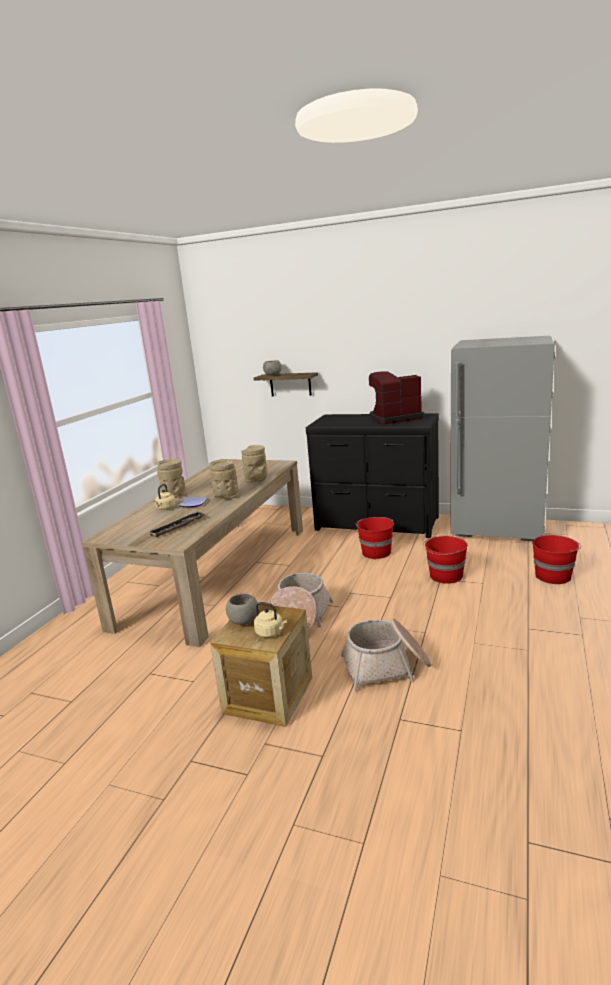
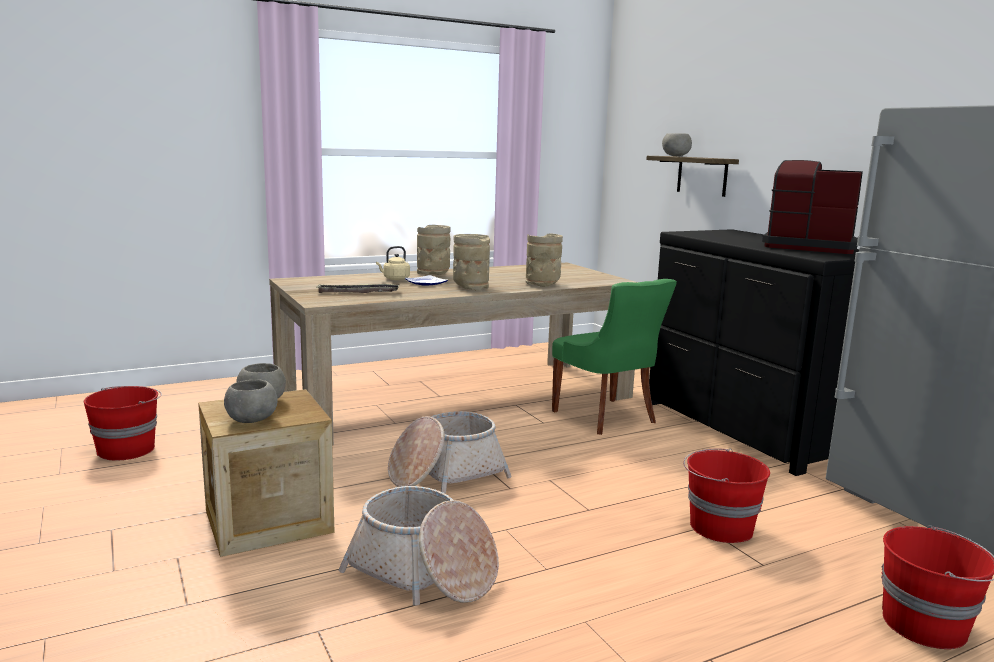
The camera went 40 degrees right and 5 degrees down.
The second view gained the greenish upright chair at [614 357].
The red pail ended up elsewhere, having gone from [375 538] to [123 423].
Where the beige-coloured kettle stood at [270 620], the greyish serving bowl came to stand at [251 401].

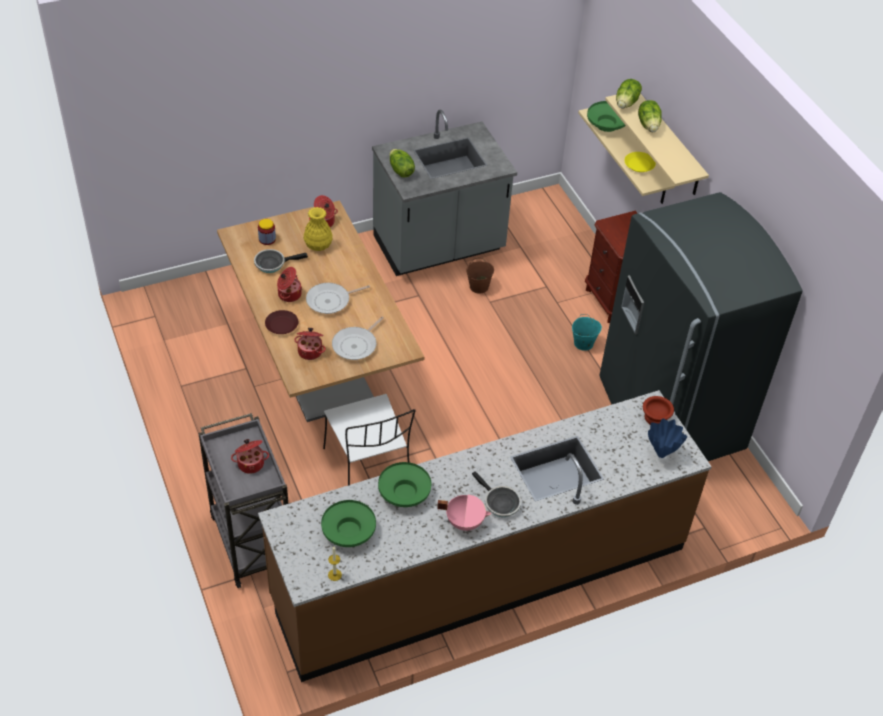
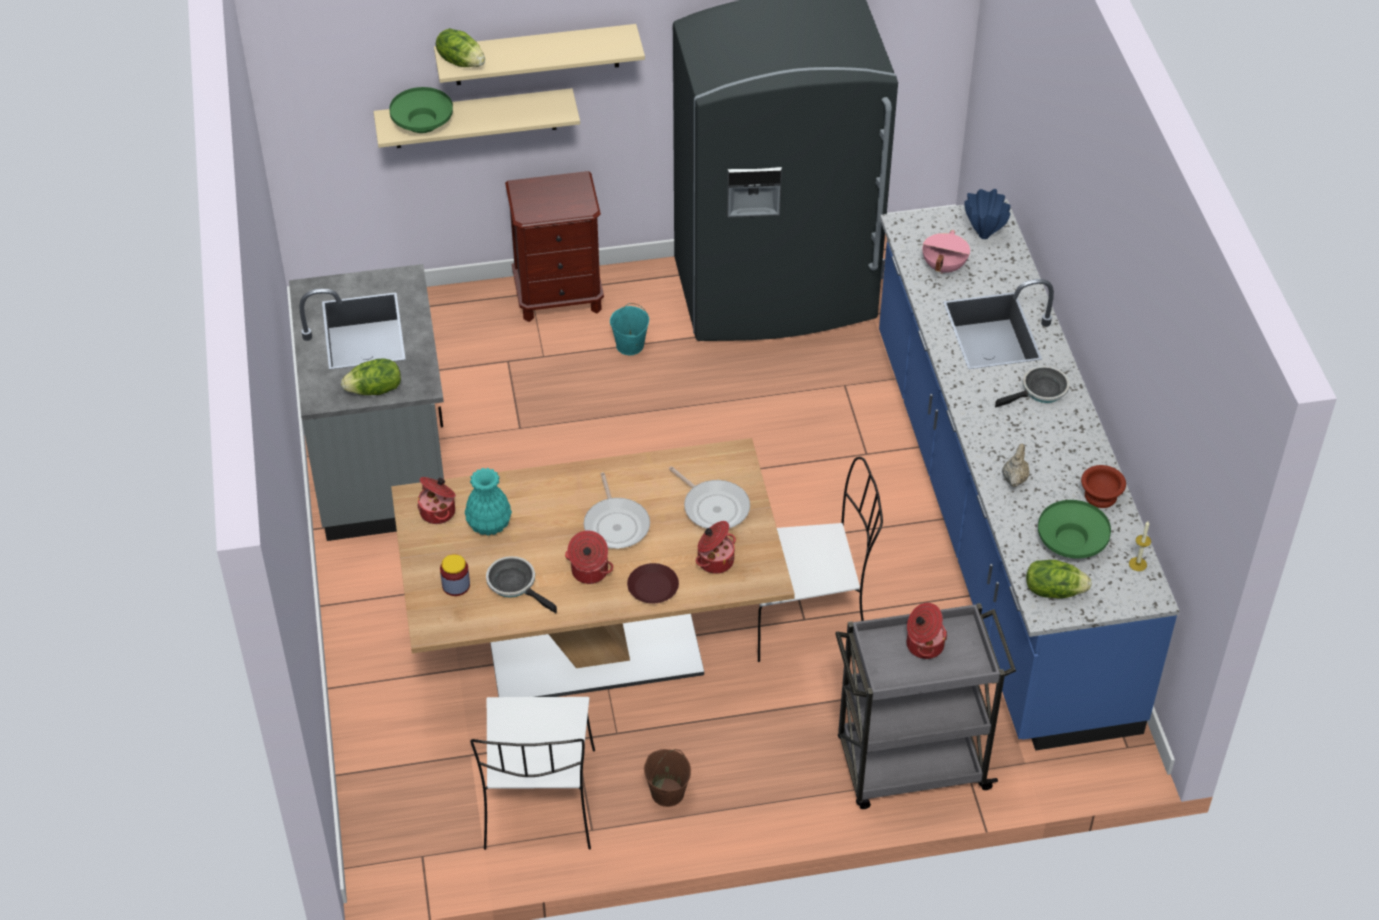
The camera went 75 degrees left and 0 degrees up.
The second view lost the yellowish flat dish at [640 162].
The second view gained the whitish upright chair at [532 773].
The pink saucepot ended up elsewhere, having gone from [464 512] to [946 252].
The brown-coloured pail ended up elsewhere, having gone from [480 276] to [667 778].
The head of lettuce ended up elsewhere, having gone from [650 116] to [1059 579].
The brown-coloured serving bowl ended up elsewhere, having gone from [658 410] to [1103 486].
Where the greenish serving bowl stood at [404 484], the beige-coloured teapot came to stand at [1015 465].
What was the brown-coloured kitchen counter at [485 536] turned into the bluish kitchen counter at [1029 475].
What was the yellowish vase at [318 229] turned into the turquoise vase at [488 502].
The frying pan at [281 261] ended up facing another way, 135 degrees clockwise from before.

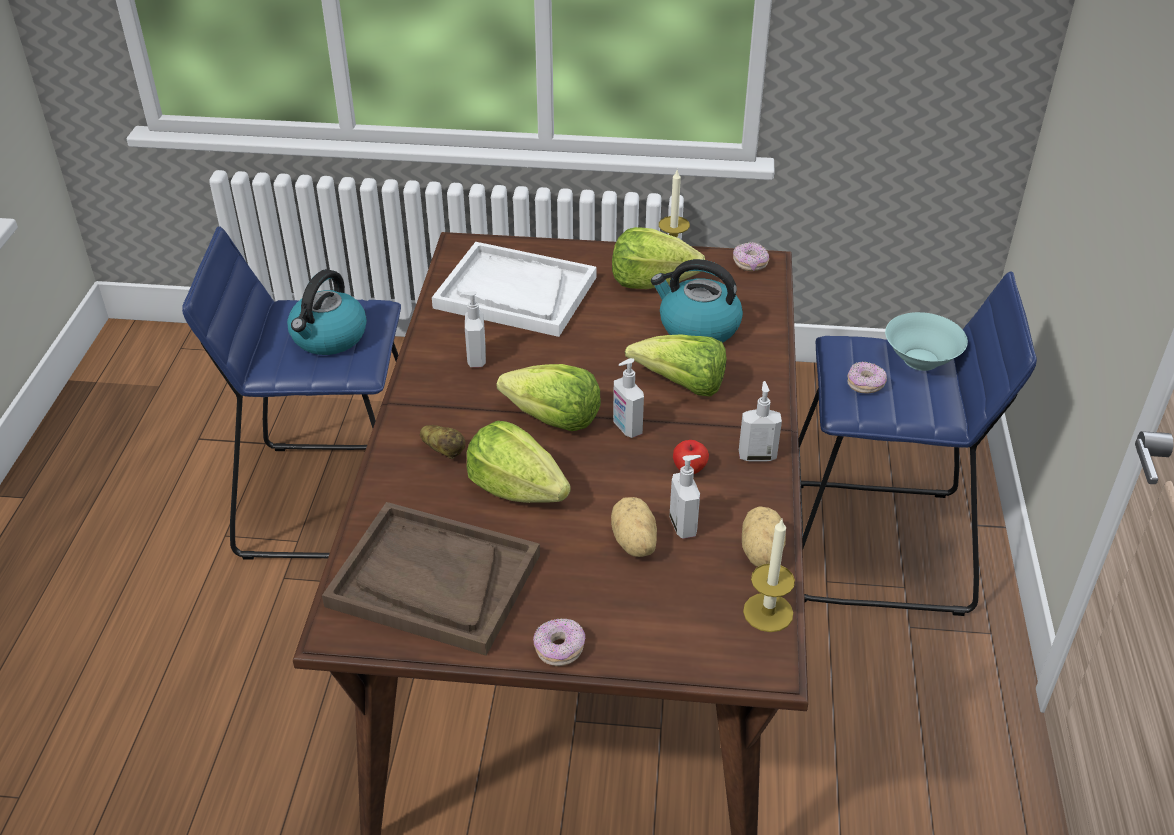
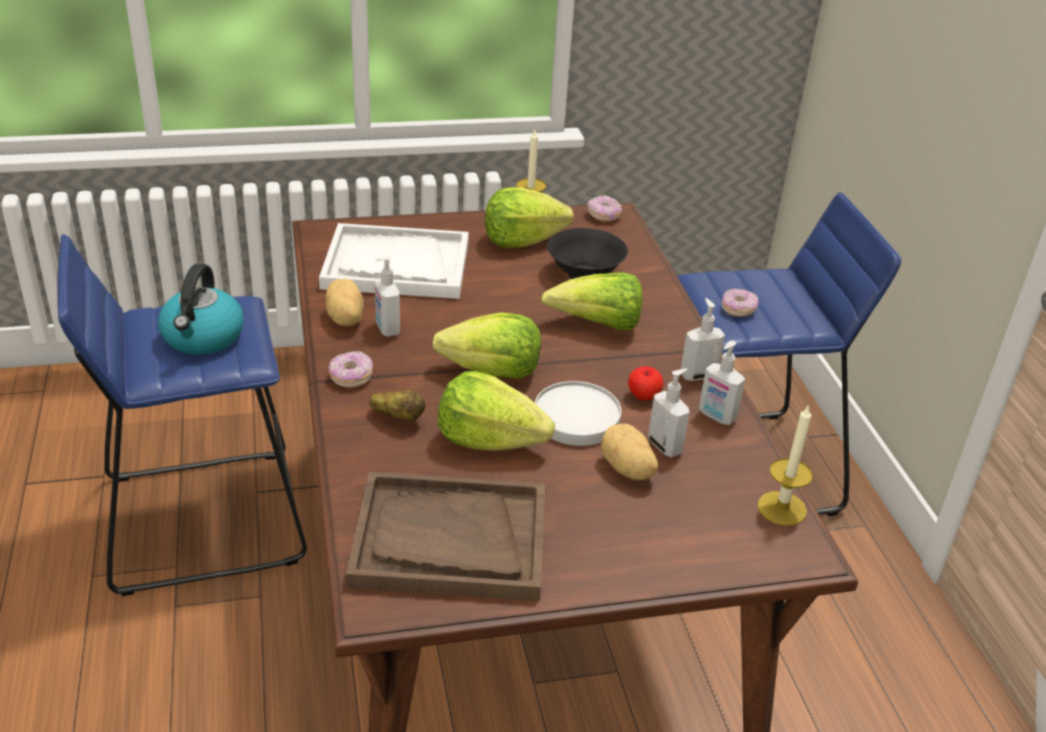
The camera went 20 degrees left and 5 degrees down.
The second view lost the turquoise serving bowl at [926 341].
The second view gained the whitish flat dish at [578 413].
The doughnut ended up elsewhere, having gone from [559 642] to [351 369].
The soap bottle ended up elsewhere, having gone from [628 398] to [722 383].
The whole potato ended up elsewhere, having gone from [764 536] to [344 302].
Where the kettle stood at [697 301], the black-coloured serving bowl came to stand at [587 253].

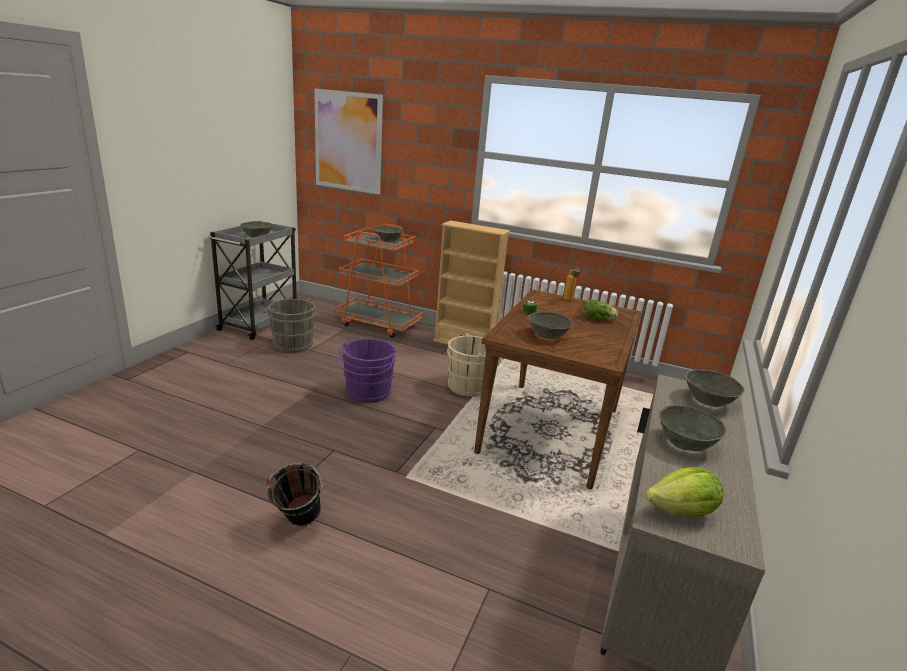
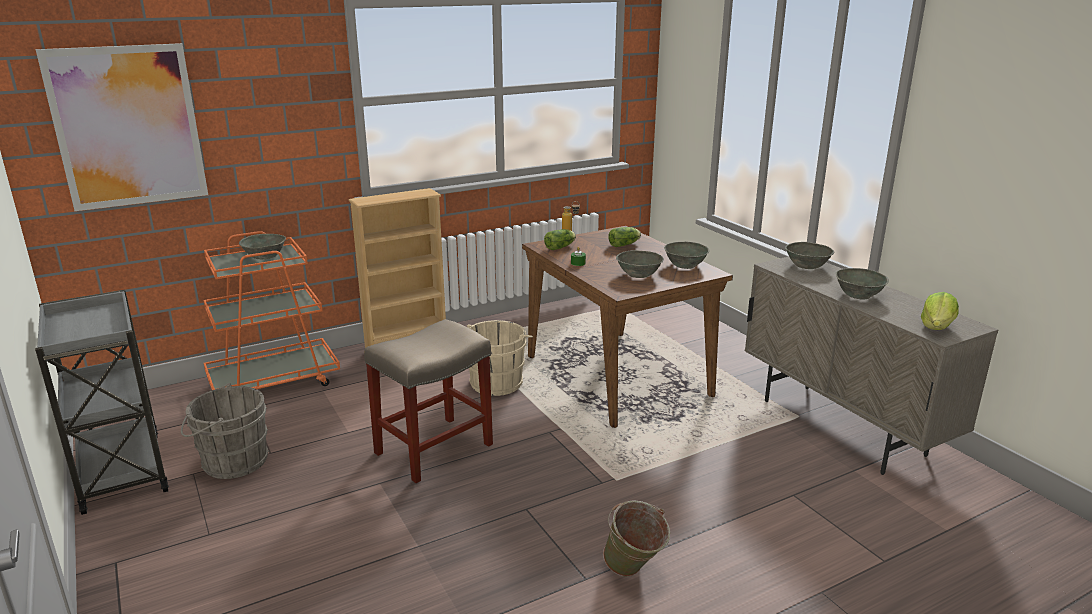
The camera went 50 degrees left and 0 degrees up.
The second view gained the head of lettuce at [560 239].
The greyish serving bowl ended up elsewhere, having gone from [256 229] to [686 255].
Where the purple-coloured pail stood at [367 370], the beige-coloured stool came to stand at [428 401].
What was the black-coloured pail at [295 494] turned into the greenish pail at [636 538].

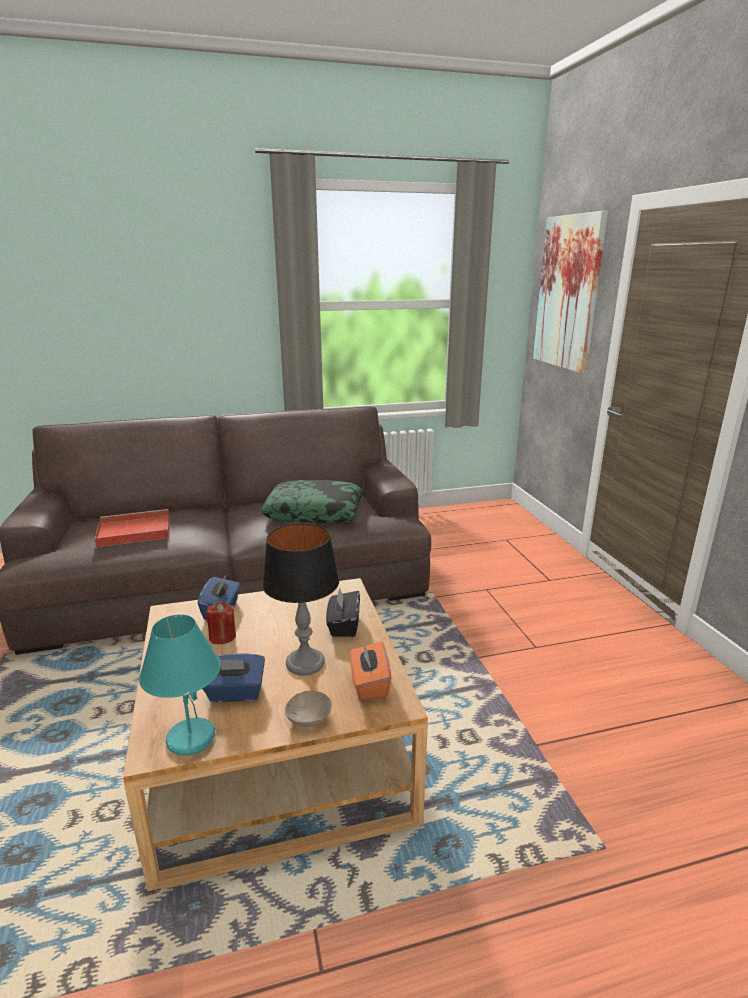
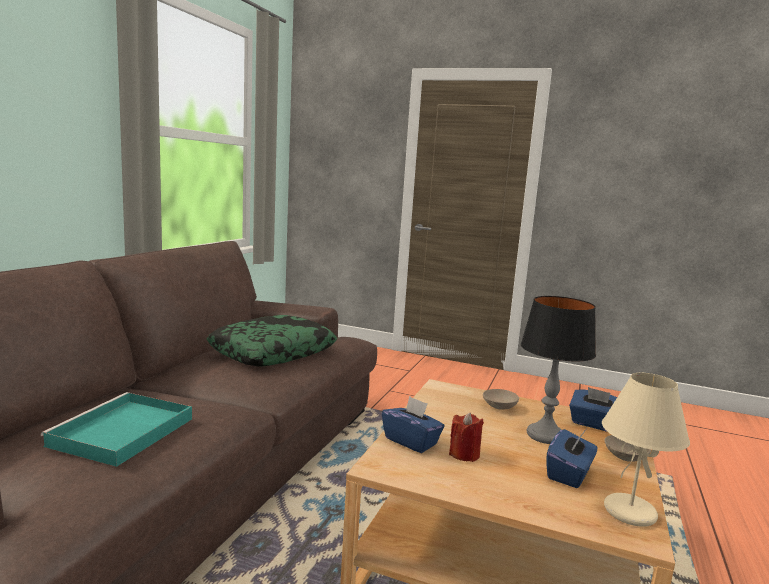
The camera went 55 degrees left and 10 degrees down.
The second view lost the picture at [570 291].
Where the black-coloured box of tissues stood at [343 612], the beige-coloured serving bowl came to stand at [501 399].
What was the red serving tray at [131 528] turned into the turquoise serving tray at [116 429].
What was the turquoise lamp for a table at [180 685] turned into the beige-coloured lamp for a table at [646 450].
What was the orange box of tissues at [370 670] turned into the bluish box of tissues at [593 409].

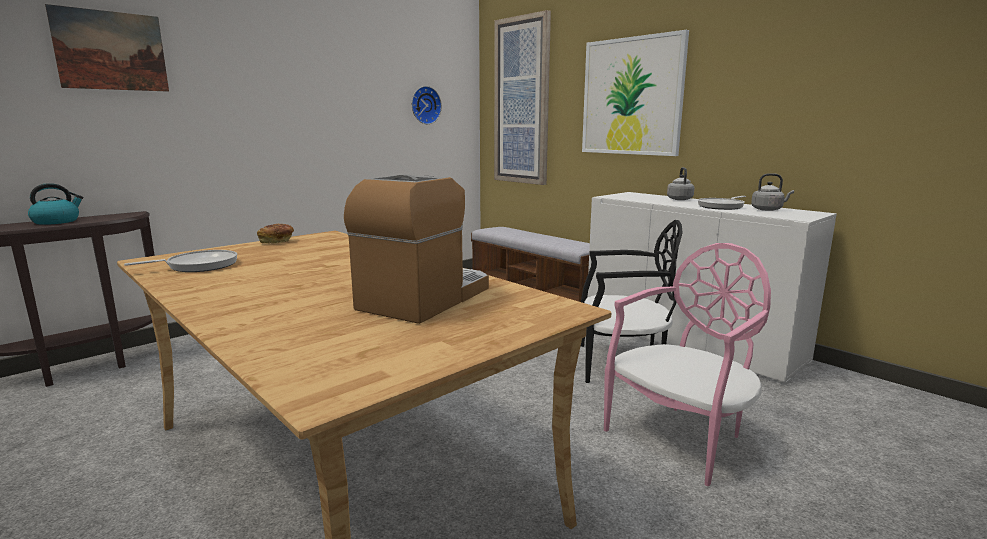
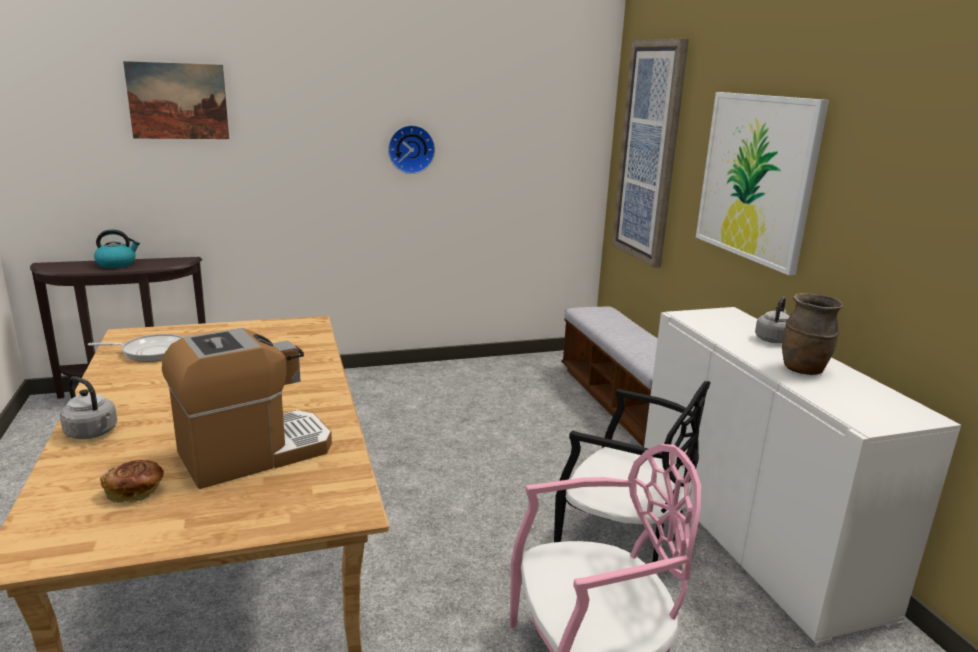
The camera went 25 degrees right and 5 degrees up.
The bread ended up elsewhere, having gone from [275 234] to [132 482].
The wall clock ended up elsewhere, having gone from [427 105] to [411 149].
The greyish kettle ended up elsewhere, having gone from [772 192] to [88 407].
Where the frying pan stood at [722 203], the brown-coloured vase came to stand at [812 334].

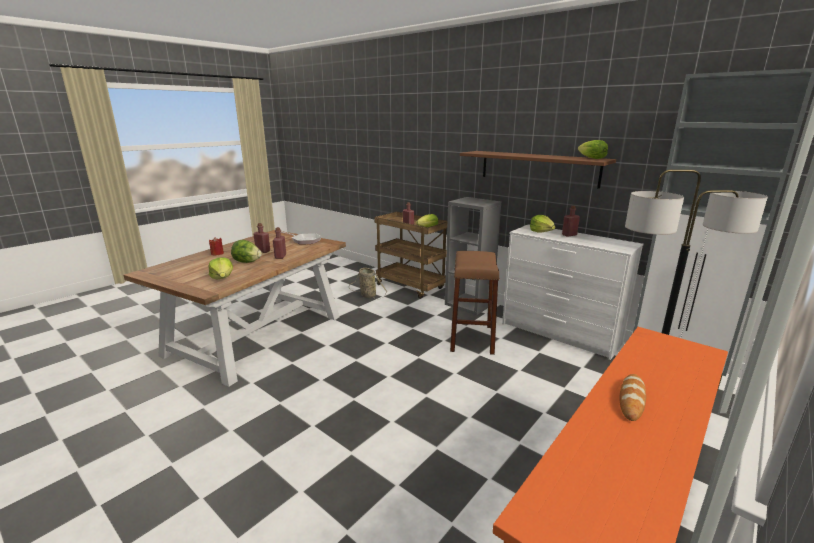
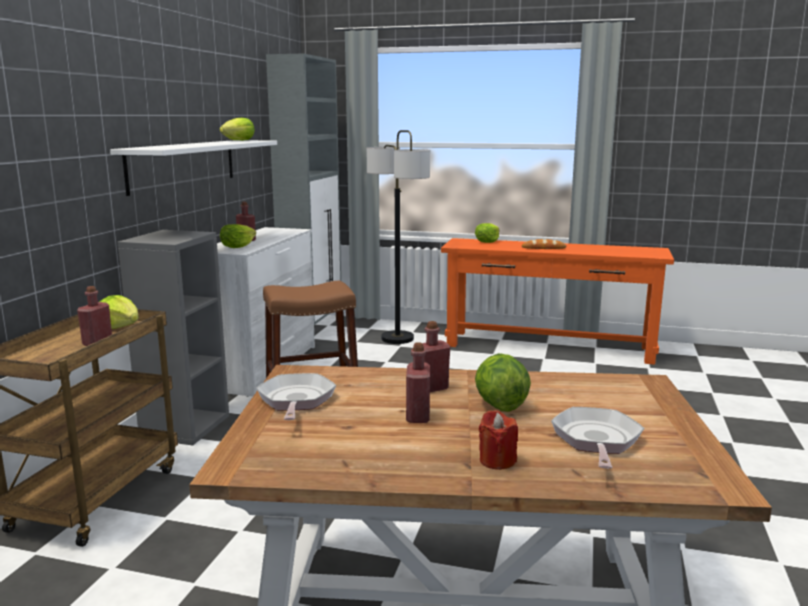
The camera went 115 degrees left and 5 degrees down.
The second view lost the household basket at [368 283].
The second view gained the frying pan at [597 438].
The head of lettuce ended up elsewhere, having gone from [220 268] to [487 233].
What was the brown-coloured wall shelf at [538 170] turned into the whitish wall shelf at [193 168].

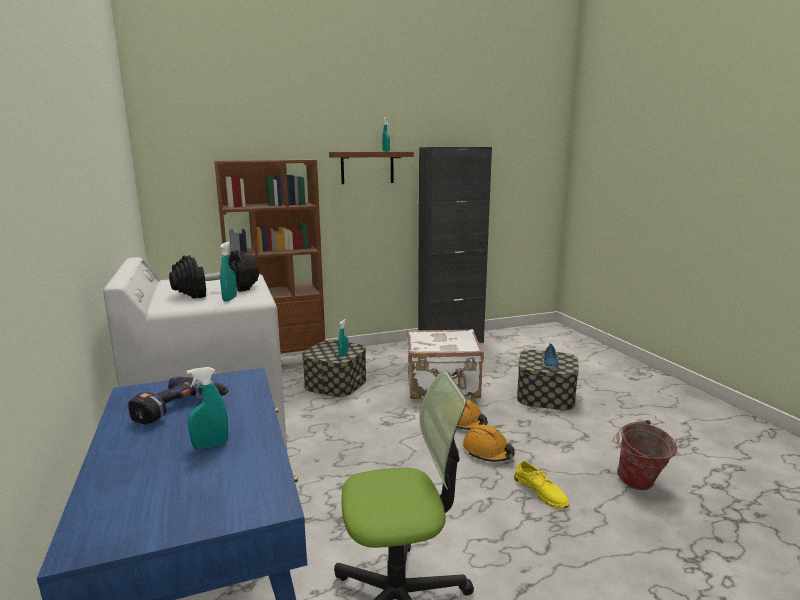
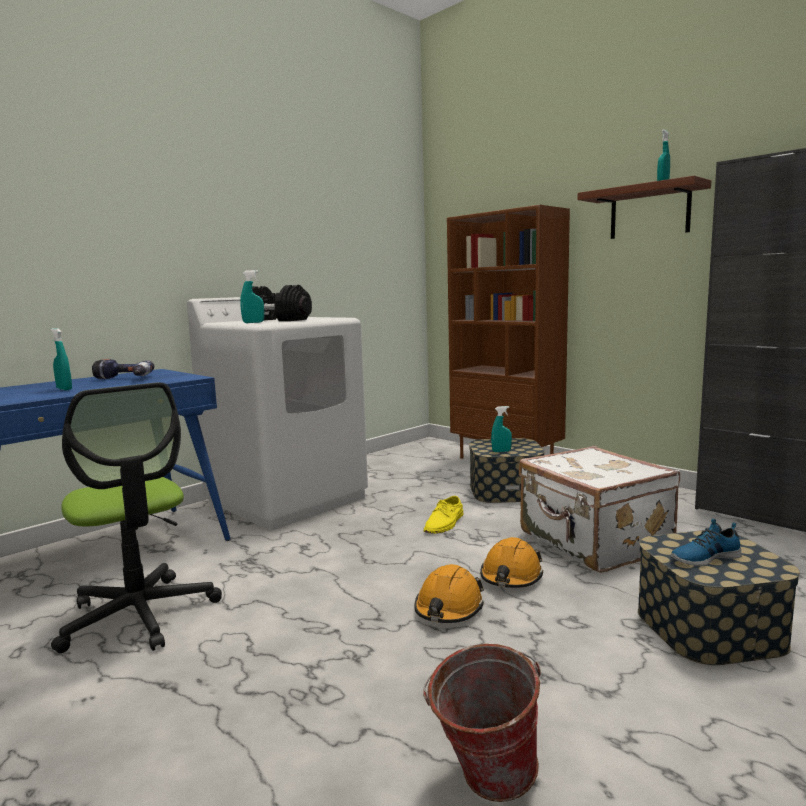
The camera went 65 degrees right and 5 degrees down.
The yellowish item of footwear ended up elsewhere, having gone from [541 485] to [444 515].

